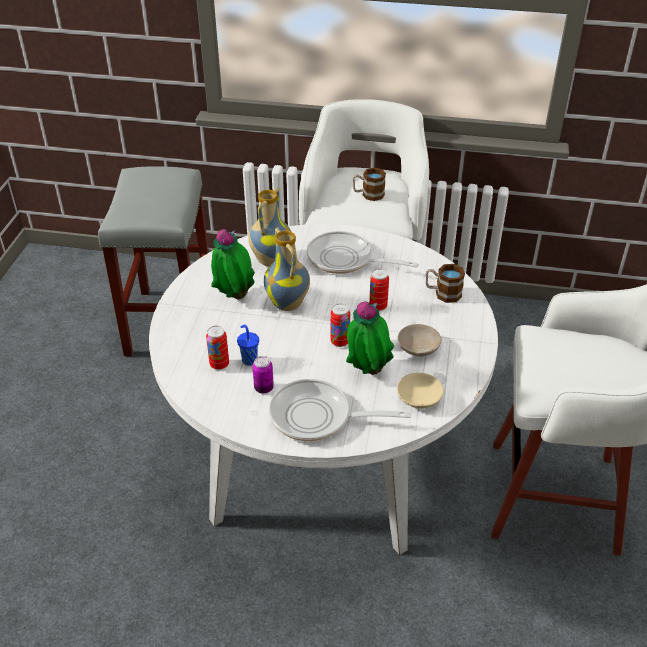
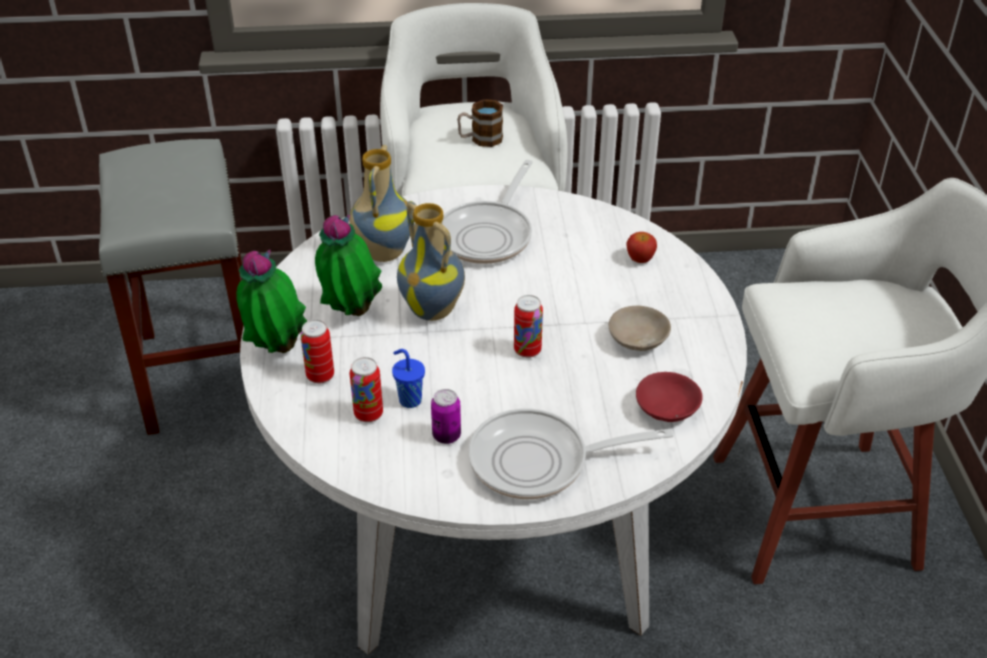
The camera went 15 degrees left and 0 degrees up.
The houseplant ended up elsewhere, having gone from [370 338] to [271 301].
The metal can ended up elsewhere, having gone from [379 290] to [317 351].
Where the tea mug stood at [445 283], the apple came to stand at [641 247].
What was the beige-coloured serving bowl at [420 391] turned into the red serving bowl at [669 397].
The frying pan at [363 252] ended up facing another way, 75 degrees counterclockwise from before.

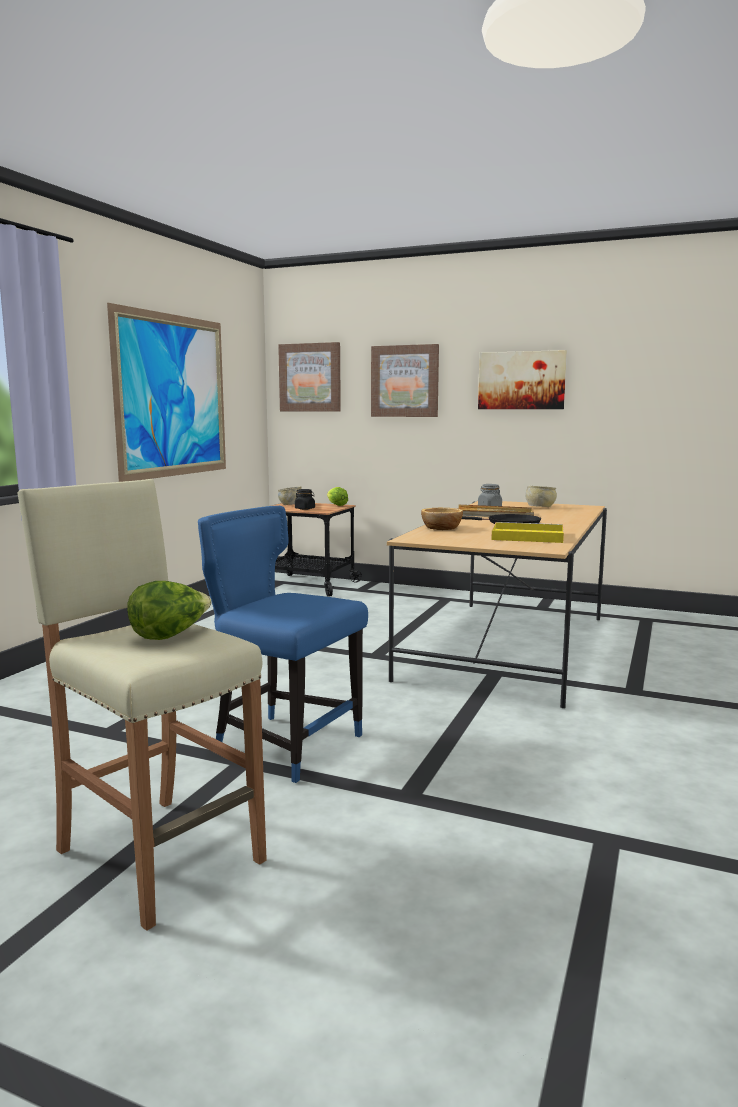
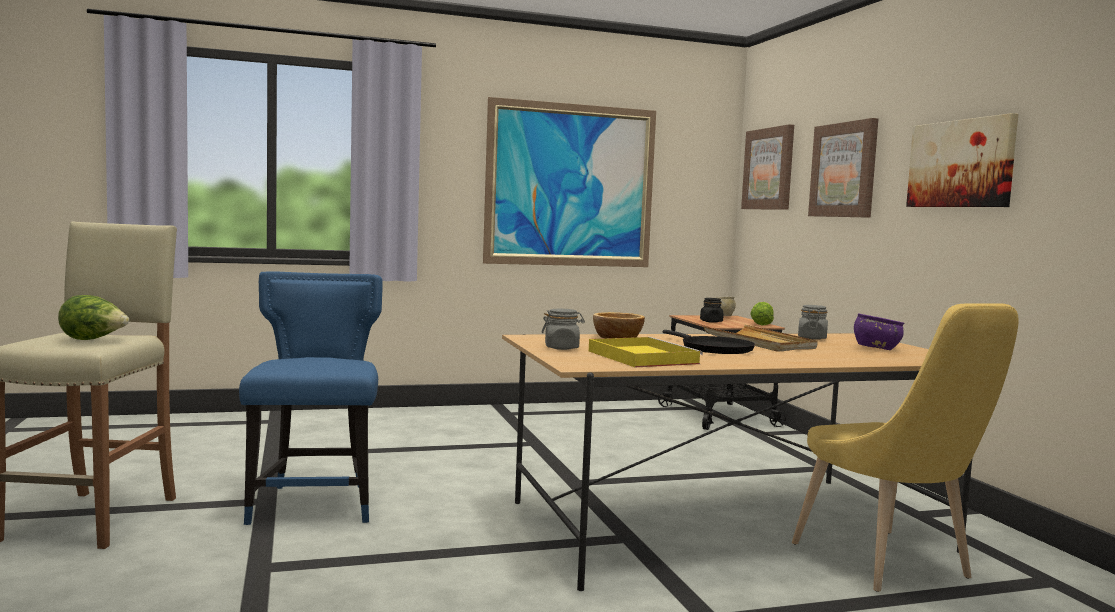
The camera went 50 degrees right and 5 degrees down.
The second view gained the greyish jar at [563 329].
The second view gained the yellowish upright chair at [905 447].
What was the beige-coloured serving bowl at [541 496] turned into the purple-coloured serving bowl at [879 331].

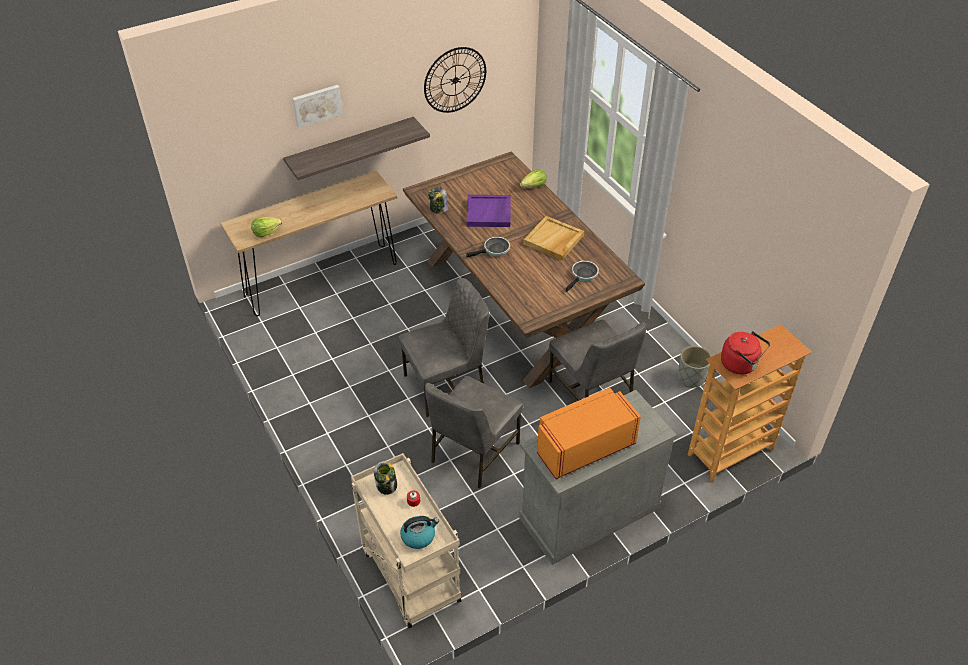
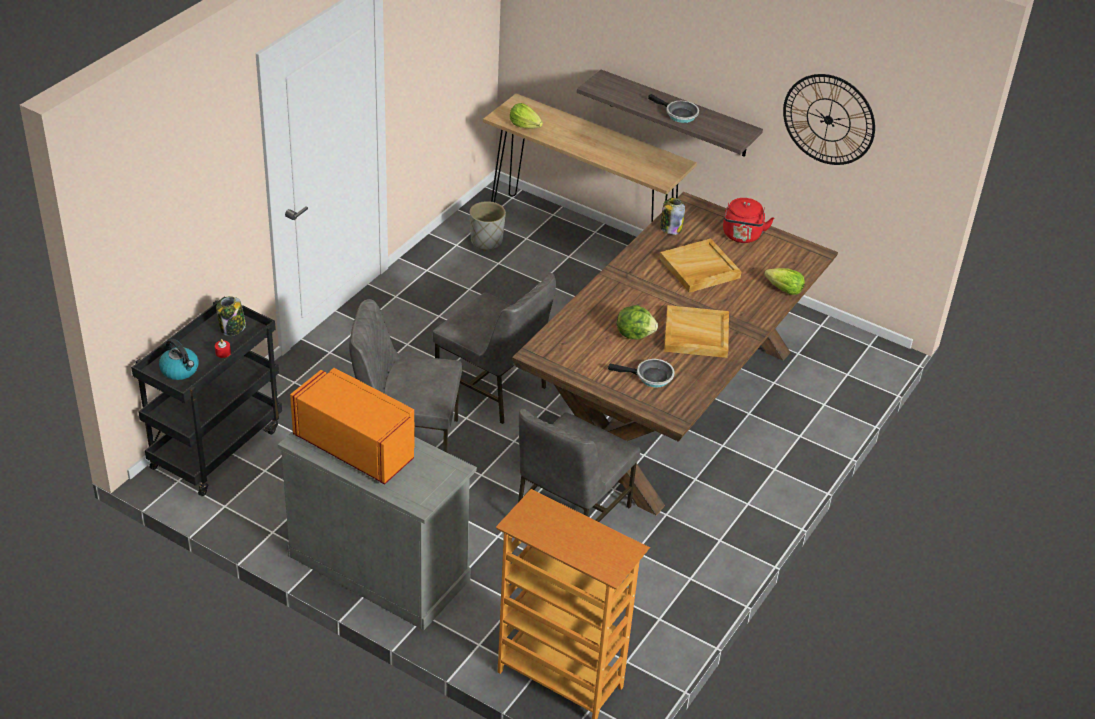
The camera went 60 degrees right and 5 degrees down.
The second view lost the picture at [317 106].
The second view gained the head of lettuce at [637 322].
The frying pan ended up elsewhere, having gone from [488 247] to [673 108].
The greyish plant pot ended up elsewhere, having gone from [694 366] to [488 226].
The red kettle ended up elsewhere, having gone from [745 353] to [748 220].
What was the beige-coloured cart at [406 541] turned into the black-coloured cart at [206 396].
What was the purple-coloured serving tray at [488 211] turned into the beige-coloured serving tray at [700 265].

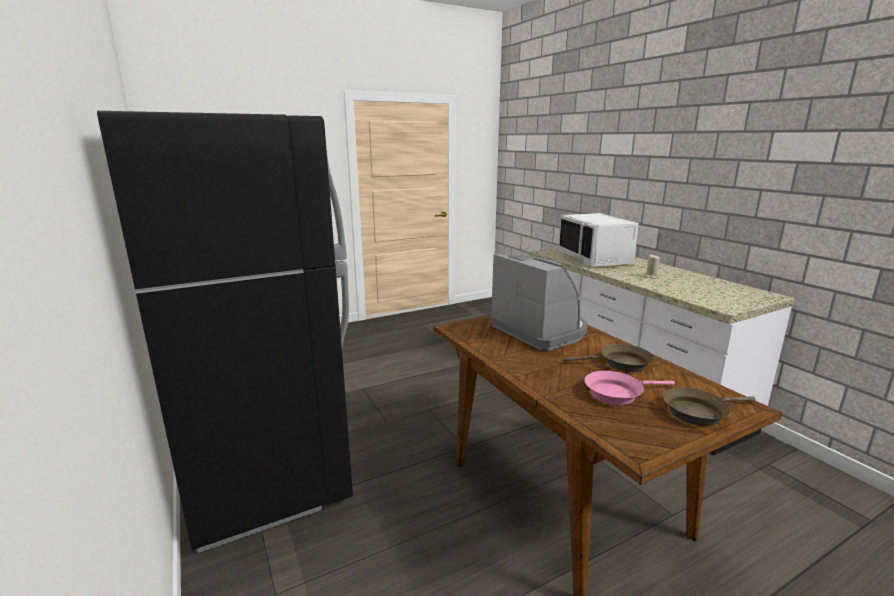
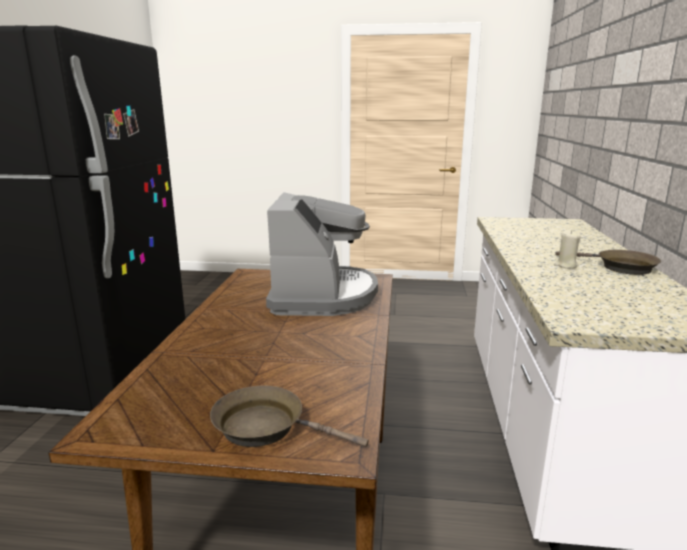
The camera went 35 degrees right and 0 degrees up.
The second view lost the whitish kitchen microwave at [598 240].
The second view lost the pink frying pan at [630 388].
The brown-coloured frying pan ended up elsewhere, having gone from [608 358] to [608 262].

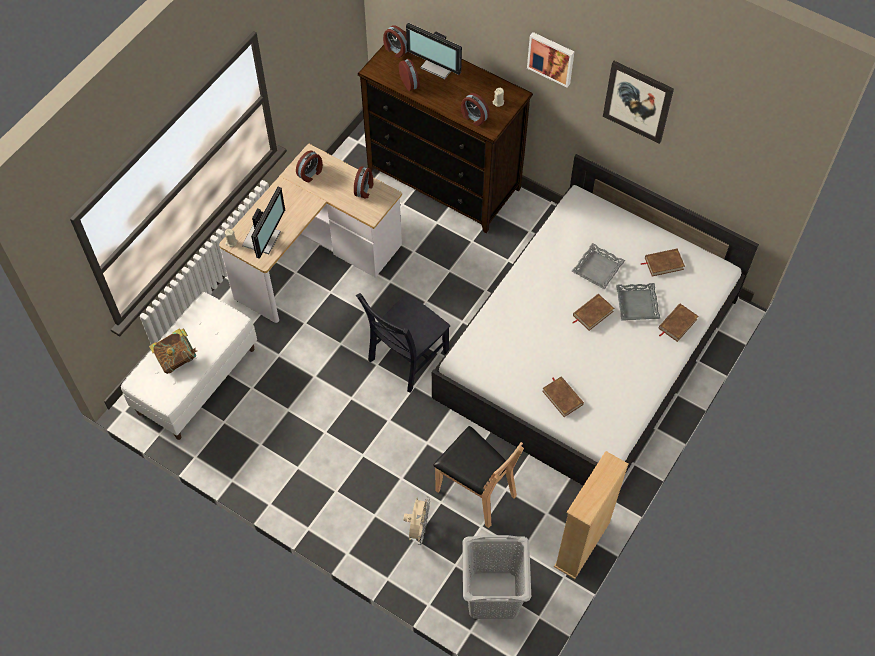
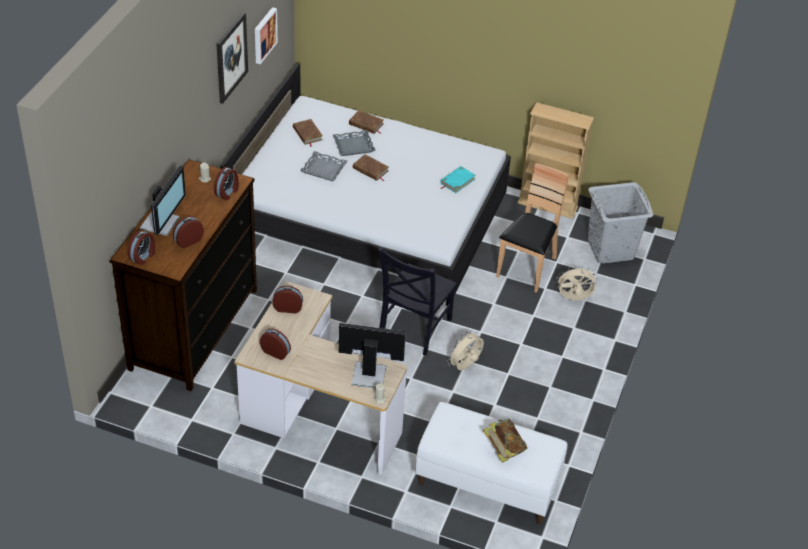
The camera went 105 degrees left and 15 degrees down.
The second view gained the beige-coloured cooling fan at [465 350].
The picture ended up elsewhere, having gone from [550 59] to [266 35].
What was the brown-coloured book at [563 396] turned into the turquoise book at [458 179].
The black-coloured upright chair at [403 343] ended up facing another way, 90 degrees clockwise from before.

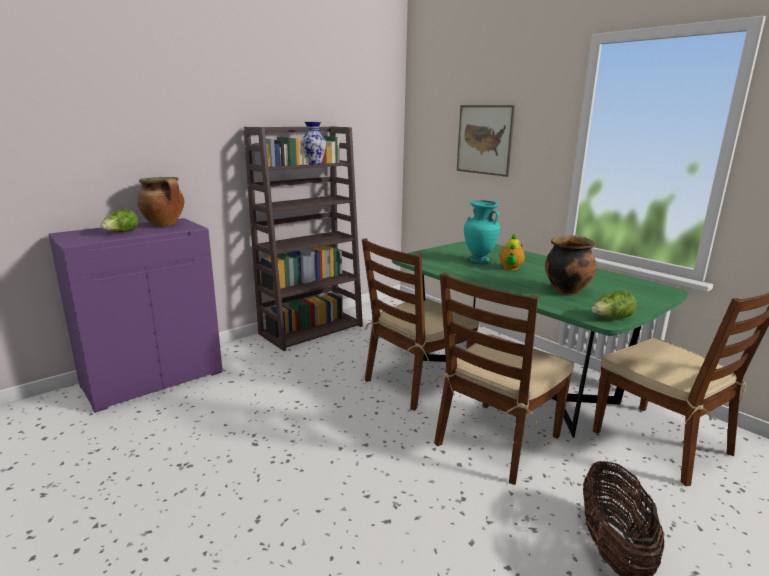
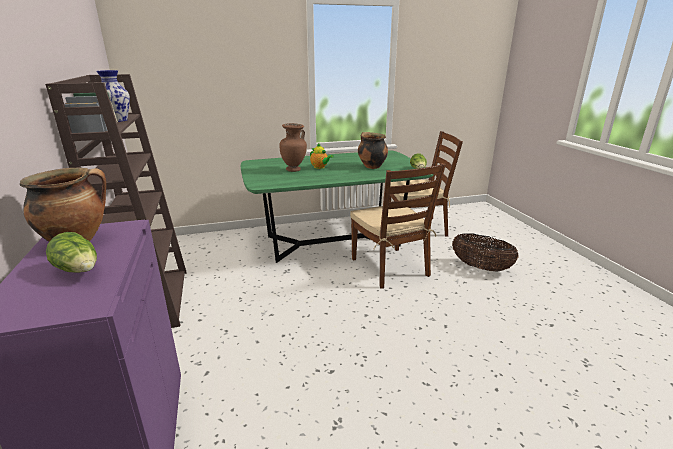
The camera went 65 degrees left and 5 degrees up.
The second view lost the brown-coloured upright chair at [420 324].
The second view lost the picture at [486 141].
What was the turquoise vase at [482 231] turned into the brown-coloured vase at [293 147].

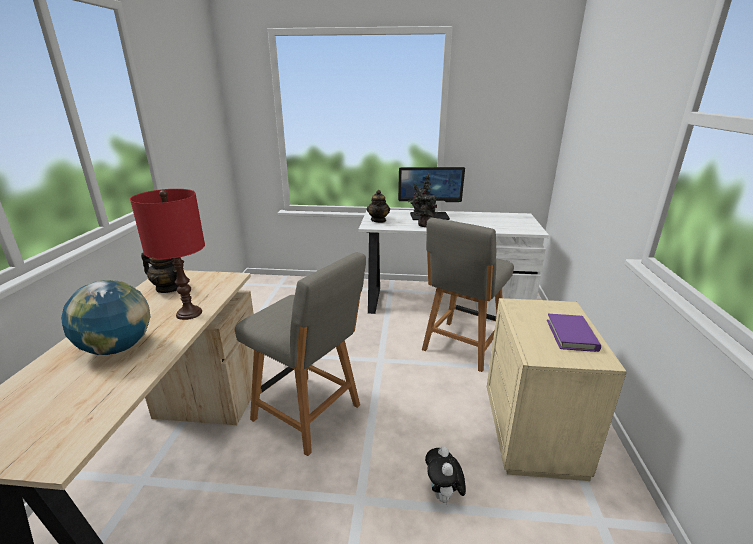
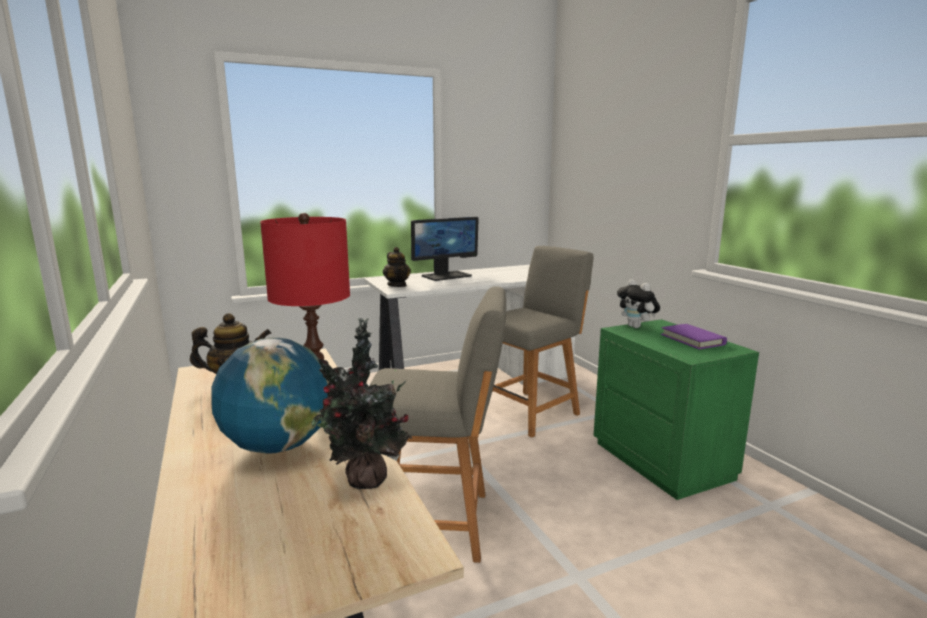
The camera went 30 degrees left and 10 degrees down.
The houseplant ended up elsewhere, having gone from [424 200] to [361 403].
The plush toy ended up elsewhere, having gone from [445 476] to [638 303].
What was the beige-coloured nightstand at [557 389] turned into the greenish nightstand at [676 409].
The greyish upright chair at [468 295] ended up facing another way, 135 degrees counterclockwise from before.

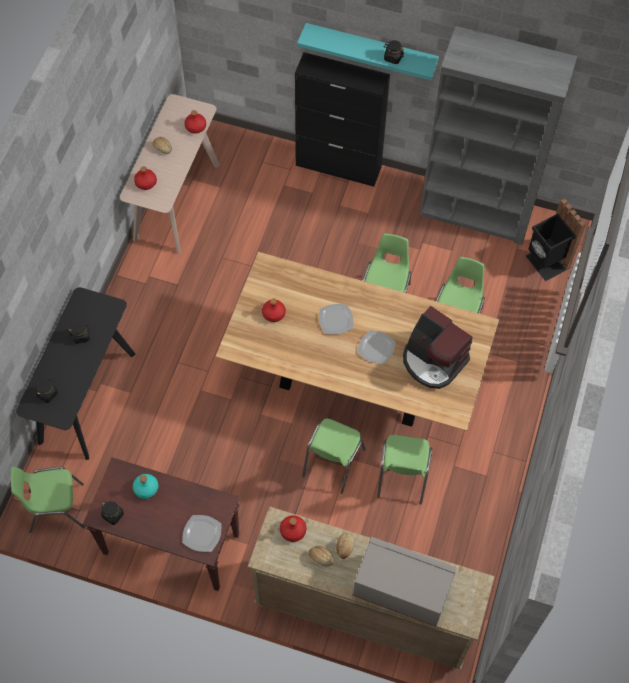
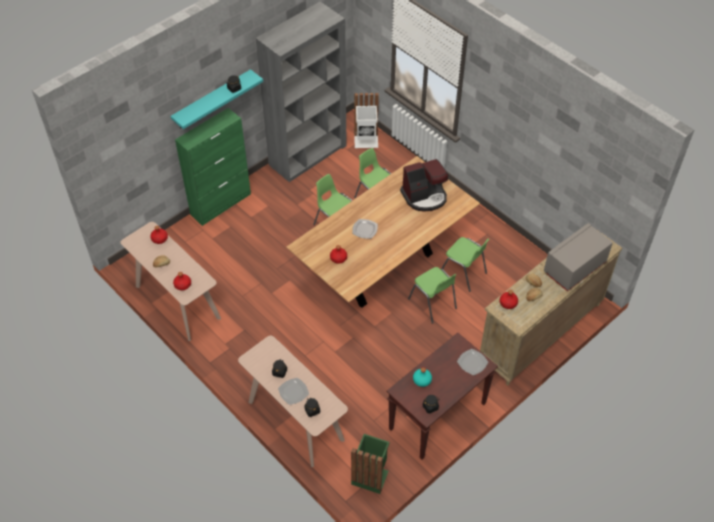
The camera went 60 degrees left and 10 degrees down.
The flat dish ended up elsewhere, having gone from [377 347] to [293 391].
Where the greenish upright chair stood at [48 500], the greenish rubbish bin came to stand at [370 464].
What was the black-coloured narrow table at [75 373] turned into the beige-coloured narrow table at [293 401].
What was the black-coloured cupboard at [342 119] turned into the greenish cupboard at [213 167].
What was the black-coloured rubbish bin at [556 239] turned into the whitish rubbish bin at [366 120].

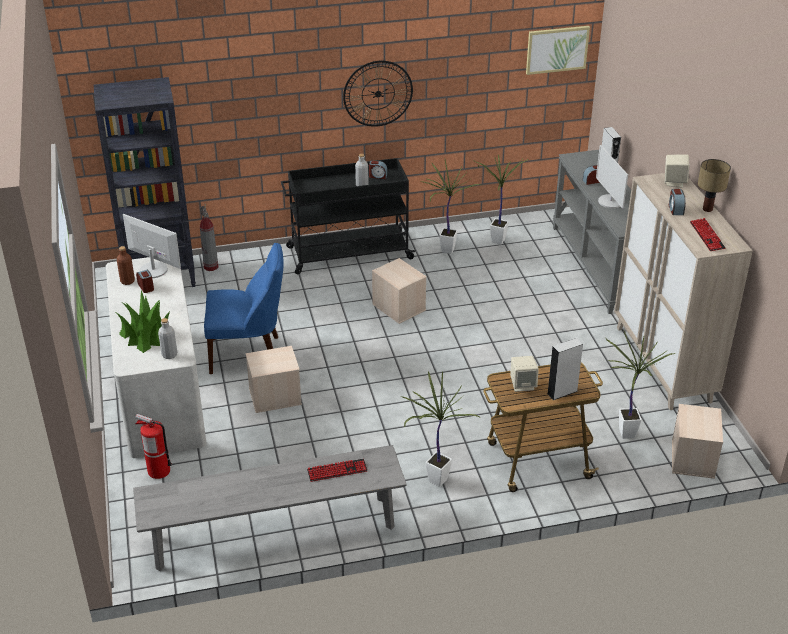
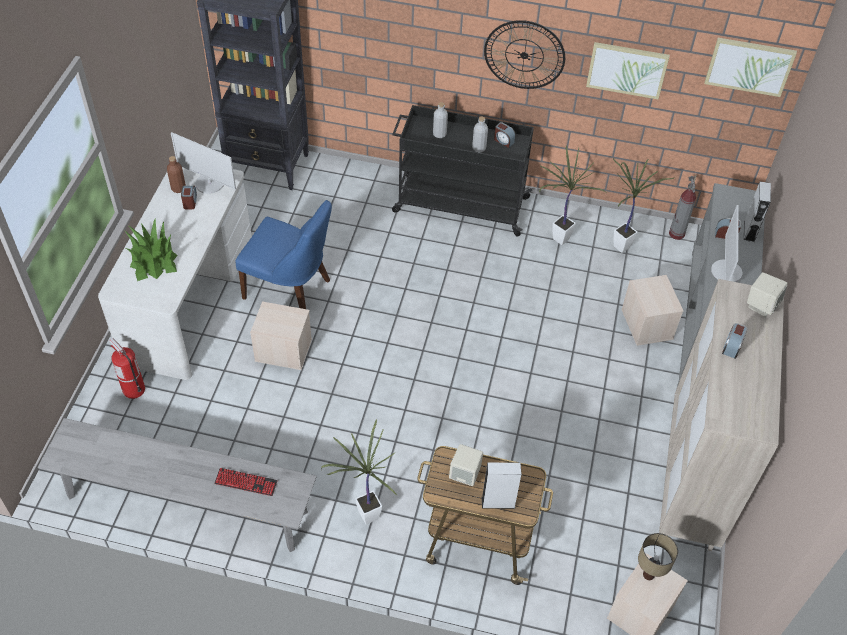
The camera went 25 degrees right and 15 degrees up.
The second view lost the houseplant at [641 385].
The second view lost the PC keyboard at [708 234].
The second view gained the picture at [628 71].
The greyish bottle ended up elsewhere, having gone from [167 338] to [440 120].
The fire-fighting cylinder ended up elsewhere, having gone from [209 237] to [683 207].
The beige-coloured storage box ended up elsewhere, having gone from [399 291] to [652 310].
The lamp for a table ended up elsewhere, having gone from [714 185] to [658 556].
The monitor at [152 246] ended up facing another way, 150 degrees clockwise from before.

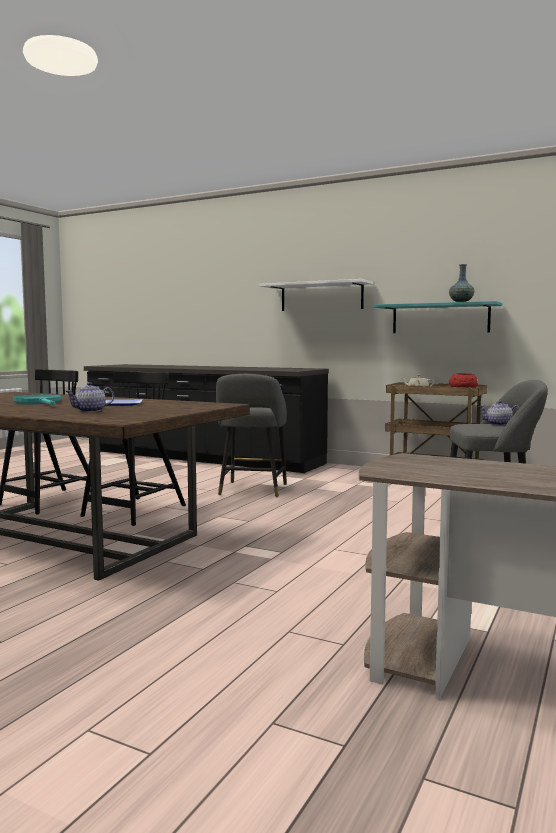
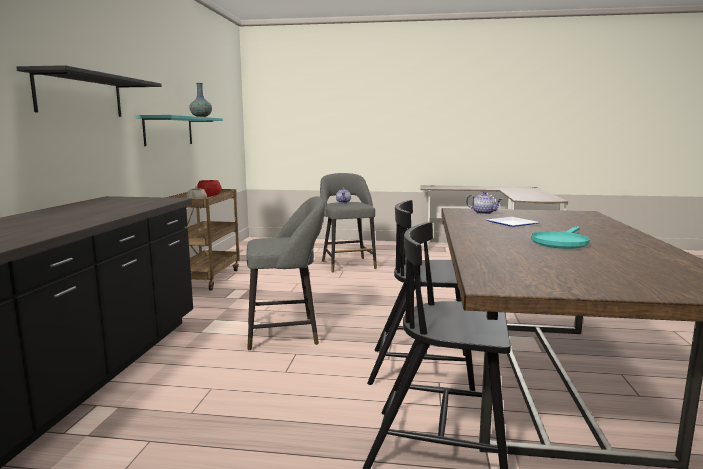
The camera went 110 degrees left and 5 degrees up.
The teapot ended up elsewhere, having gone from [89 397] to [484 202].
What was the whitish wall shelf at [316 295] turned into the black-coloured wall shelf at [89 91].

